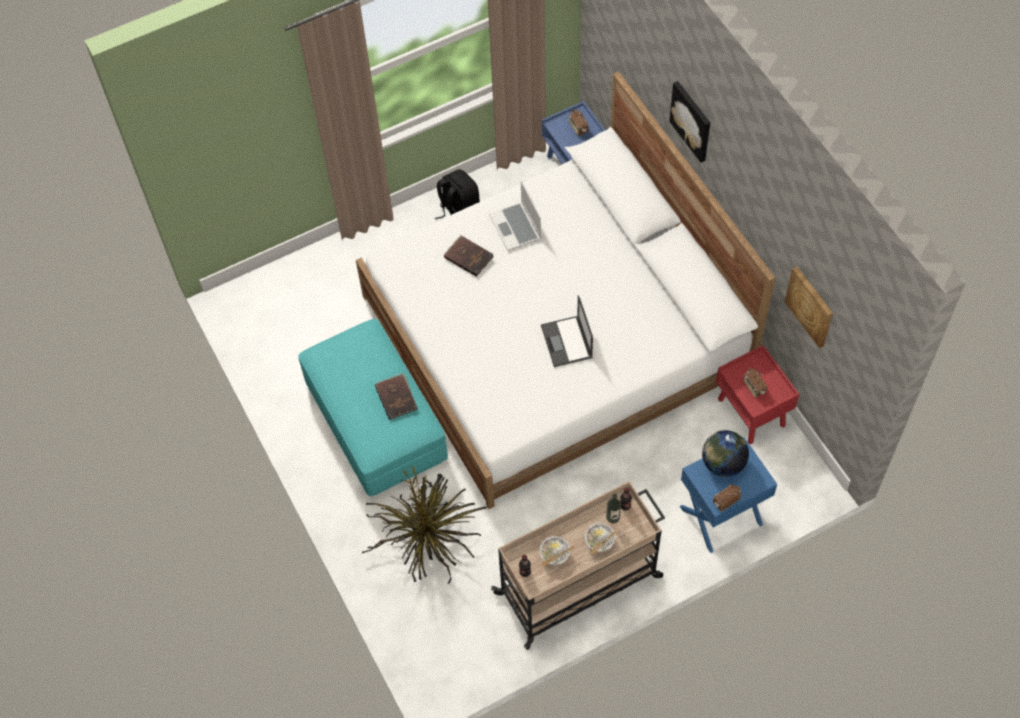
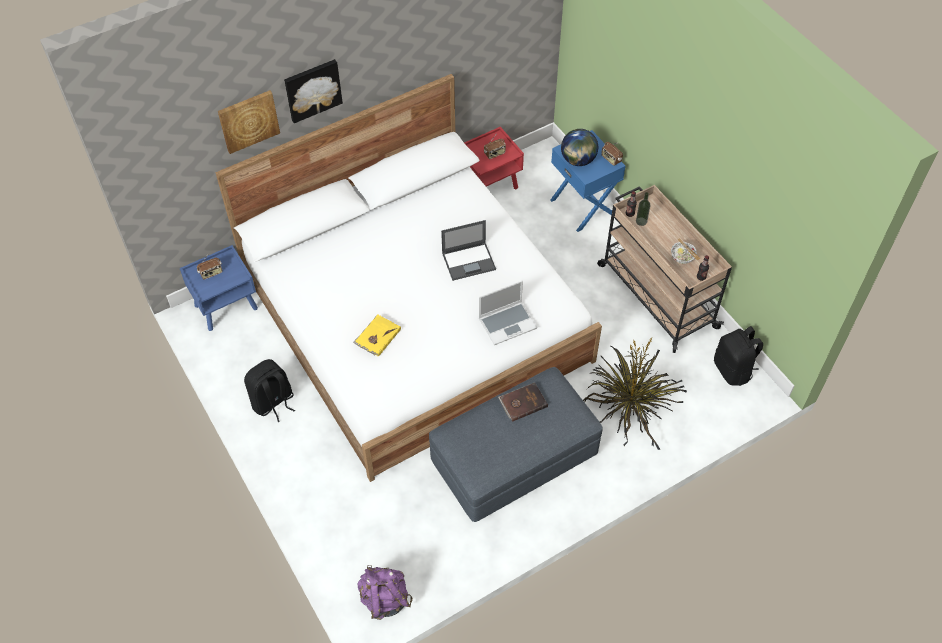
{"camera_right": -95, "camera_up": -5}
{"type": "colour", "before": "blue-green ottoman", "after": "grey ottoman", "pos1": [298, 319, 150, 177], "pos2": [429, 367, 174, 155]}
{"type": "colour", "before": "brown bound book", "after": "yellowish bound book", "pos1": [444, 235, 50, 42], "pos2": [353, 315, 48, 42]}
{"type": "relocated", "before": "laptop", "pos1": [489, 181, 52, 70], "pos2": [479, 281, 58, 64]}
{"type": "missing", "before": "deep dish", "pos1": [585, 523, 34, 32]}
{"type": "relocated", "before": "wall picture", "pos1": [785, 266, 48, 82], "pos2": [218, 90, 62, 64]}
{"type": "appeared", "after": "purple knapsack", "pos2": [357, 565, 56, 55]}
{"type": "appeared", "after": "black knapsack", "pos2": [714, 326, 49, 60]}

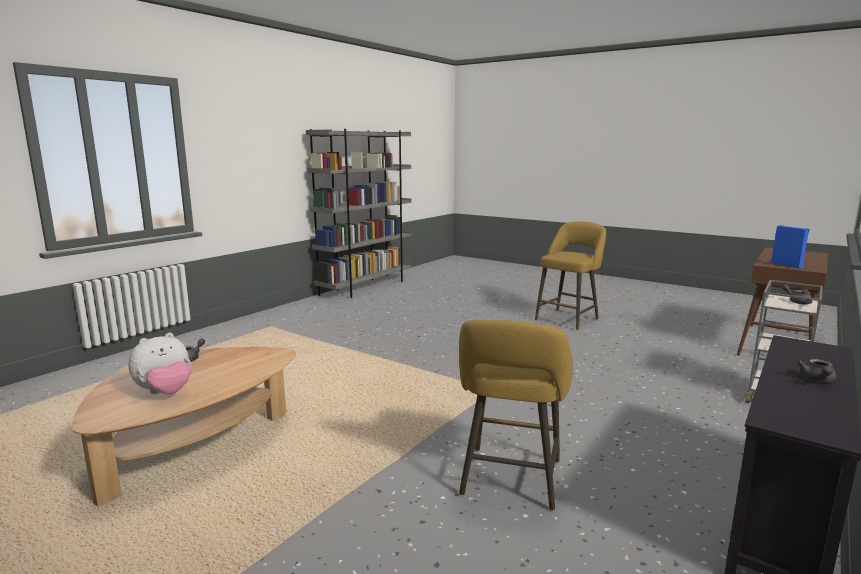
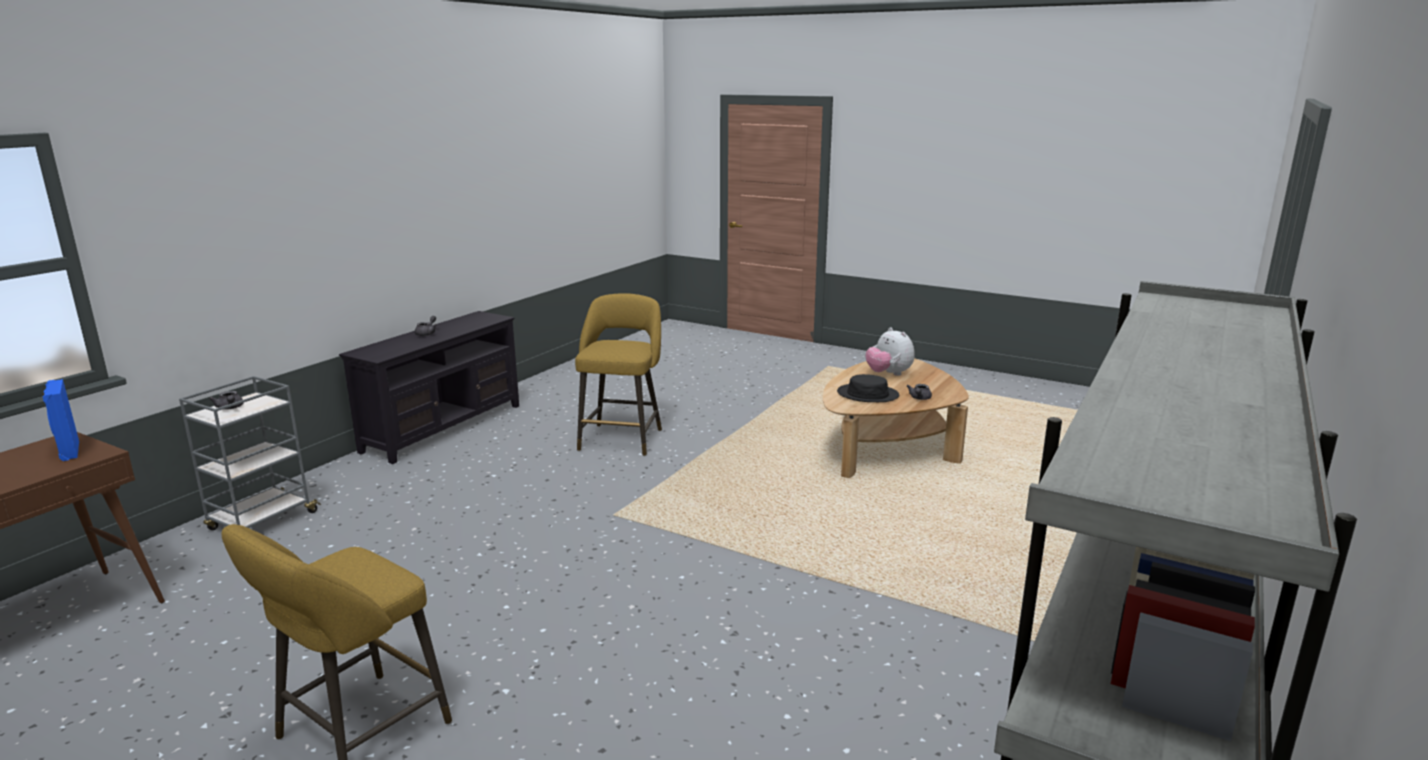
{"camera_right": 175, "camera_up": 5}
{"type": "spun", "before": "plush toy", "pos1": [128, 333, 63, 61], "pos2": [866, 327, 49, 49], "turn": -75}
{"type": "appeared", "after": "black hat", "pos2": [837, 374, 62, 28]}

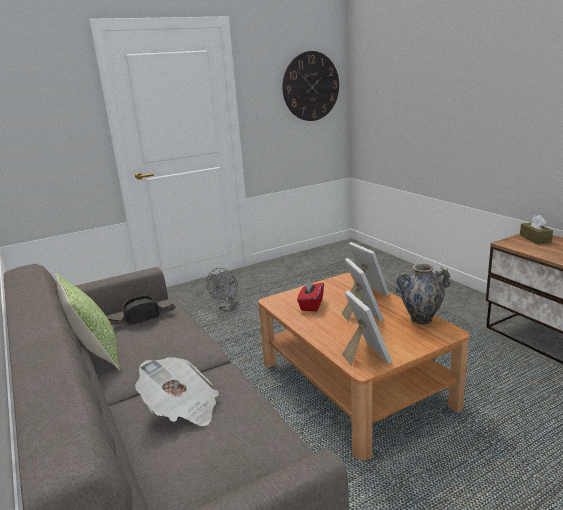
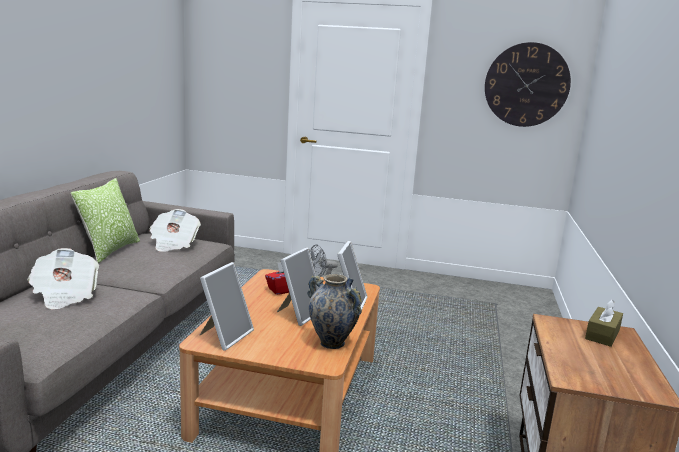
{"camera_right": 40, "camera_up": -5}
{"type": "exchanged", "before": "black hat", "after": "newspaper", "pos1": [108, 296, 68, 31], "pos2": [149, 209, 52, 43]}

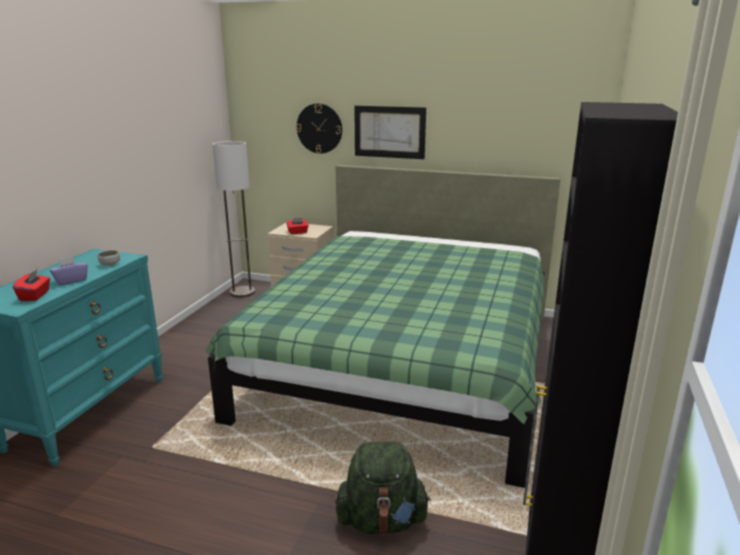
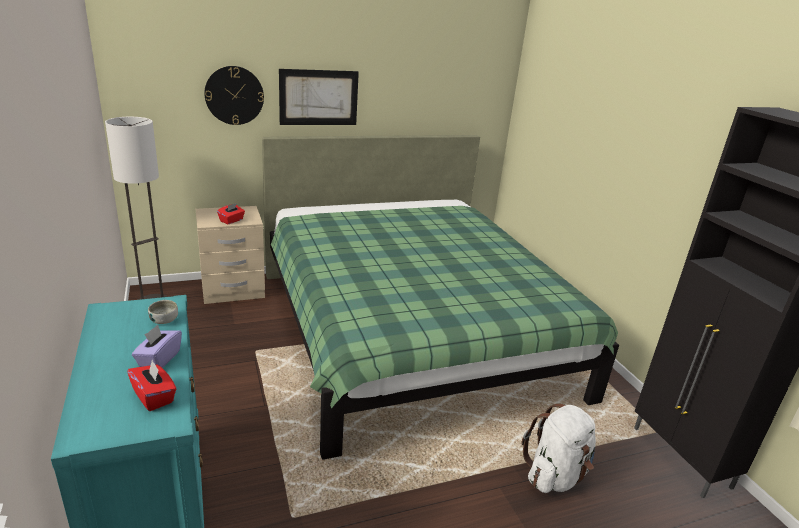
{"camera_right": -40, "camera_up": 5}
{"type": "colour", "before": "green knapsack", "after": "white knapsack", "pos1": [335, 441, 96, 94], "pos2": [521, 404, 75, 89]}

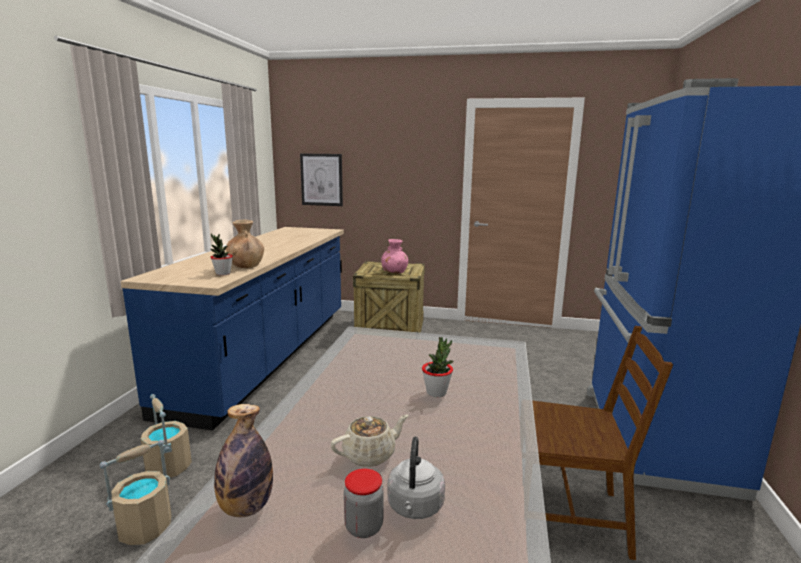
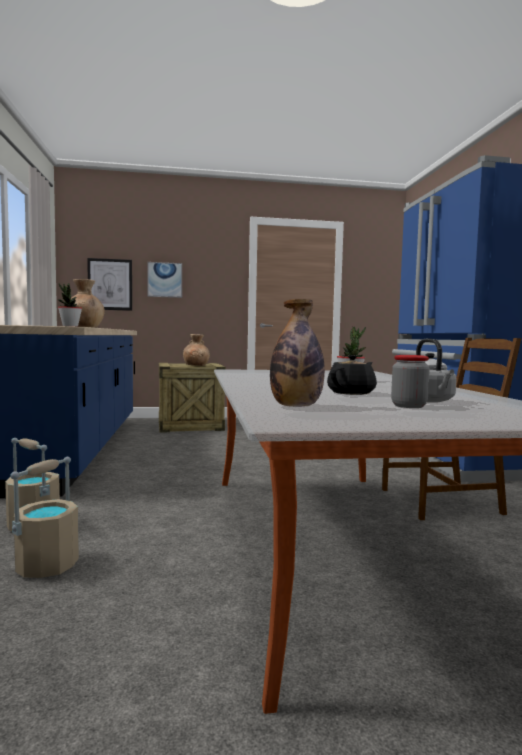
{"camera_right": -20, "camera_up": -10}
{"type": "colour", "before": "sand-coloured pot for tea", "after": "black pot for tea", "pos1": [331, 415, 78, 52], "pos2": [327, 355, 50, 40]}
{"type": "colour", "before": "pinkish vase", "after": "brown vase", "pos1": [381, 239, 27, 34], "pos2": [183, 334, 27, 32]}
{"type": "appeared", "after": "wall picture", "pos2": [147, 262, 35, 36]}

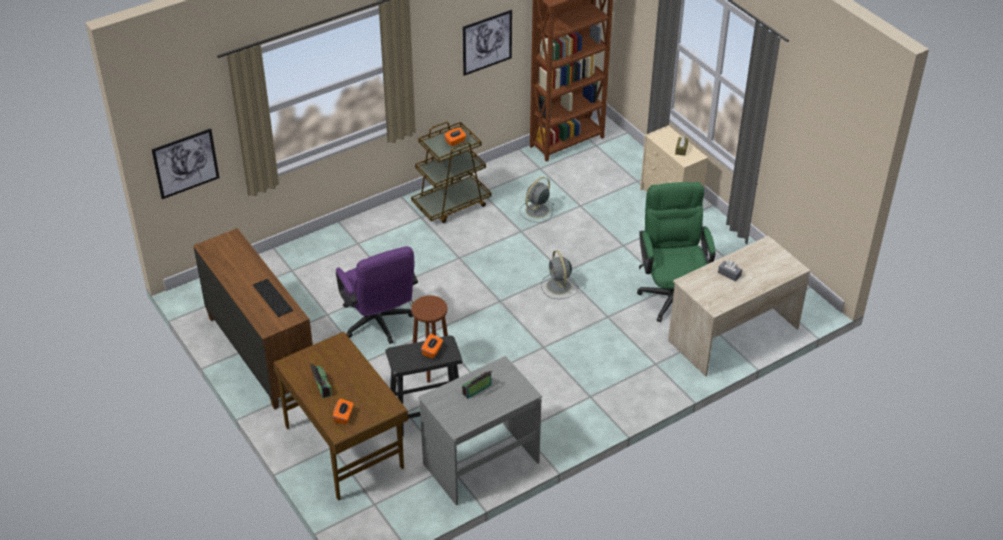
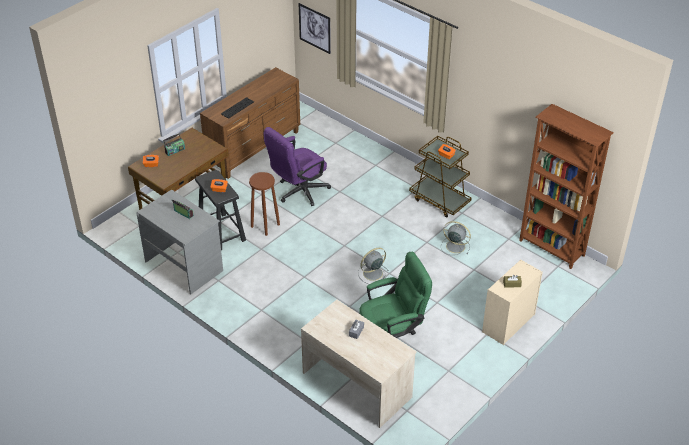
{"camera_right": 75, "camera_up": 0}
{"type": "missing", "before": "wall picture", "pos1": [462, 10, 50, 66]}

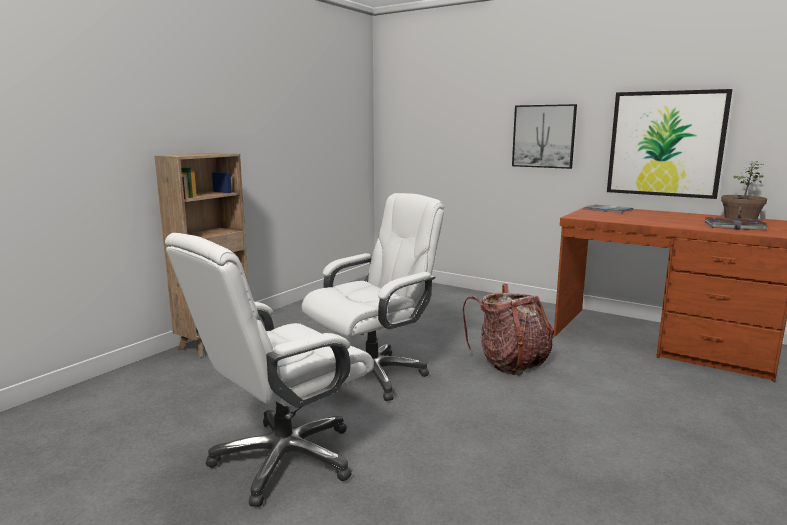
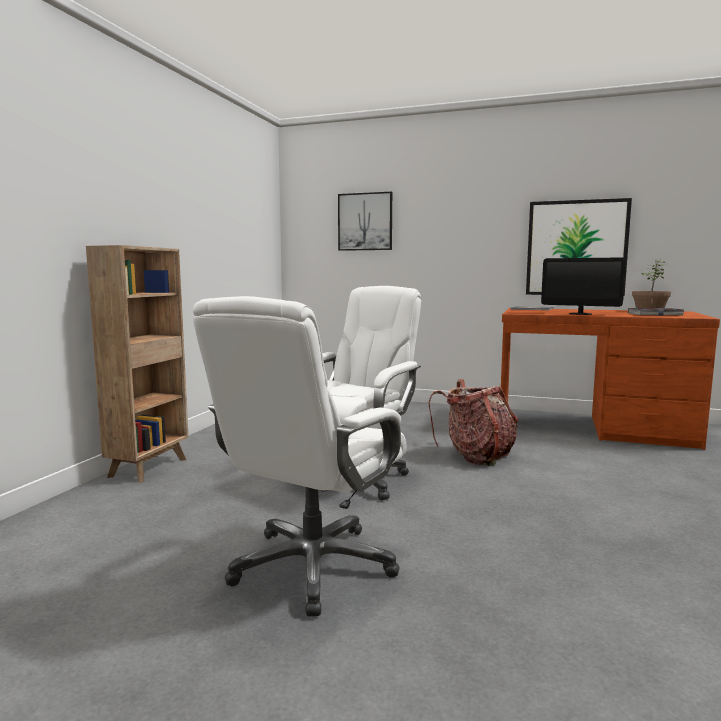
{"camera_right": -15, "camera_up": -5}
{"type": "relocated", "before": "wall picture", "pos1": [512, 104, 65, 65], "pos2": [338, 192, 54, 59]}
{"type": "appeared", "after": "computer display", "pos2": [541, 257, 85, 58]}

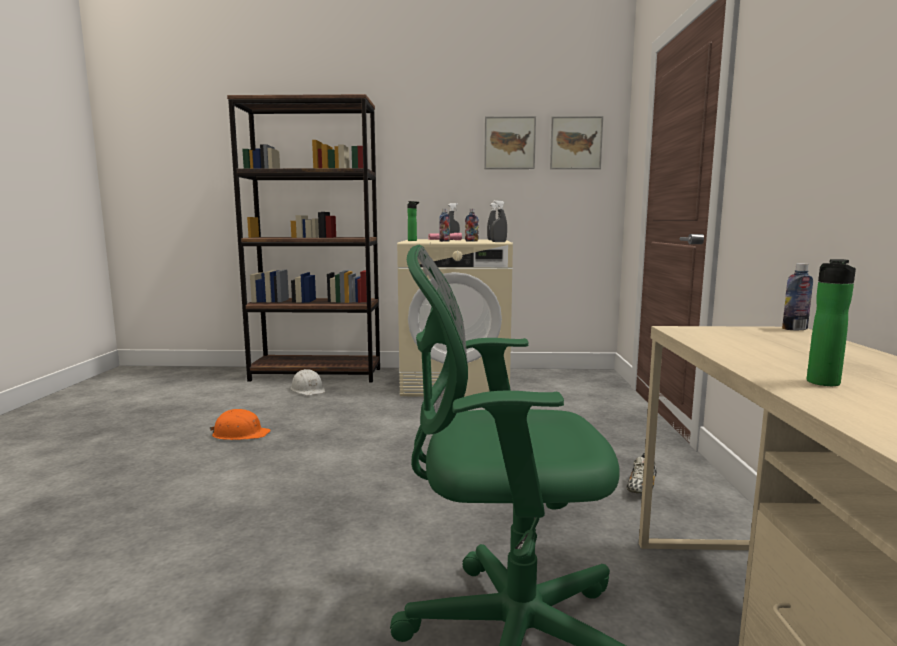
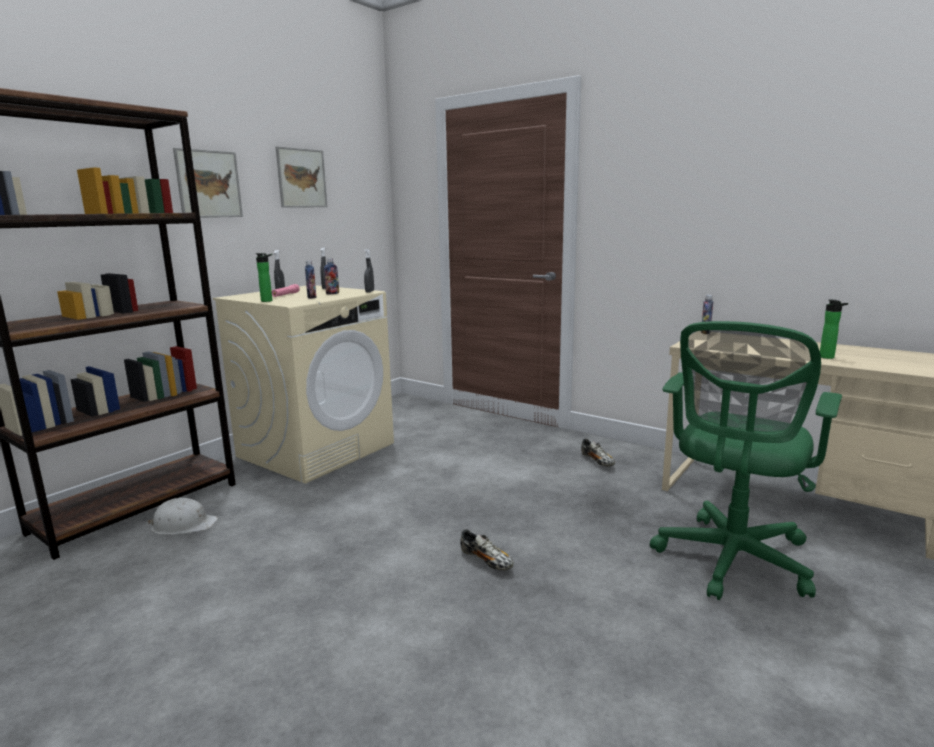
{"camera_right": -55, "camera_up": 5}
{"type": "missing", "before": "orangey work helmet", "pos1": [209, 409, 62, 31]}
{"type": "relocated", "before": "wall picture", "pos1": [550, 116, 53, 53], "pos2": [173, 148, 70, 70]}
{"type": "appeared", "after": "item of footwear", "pos2": [460, 529, 54, 41]}

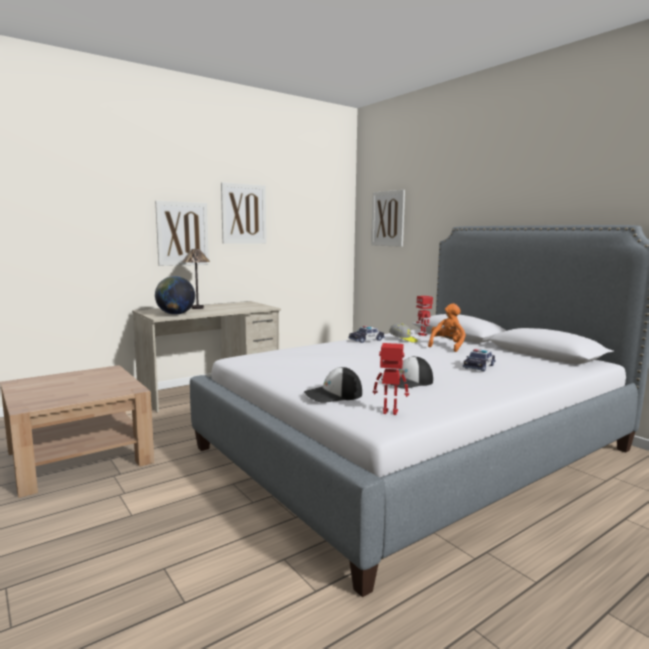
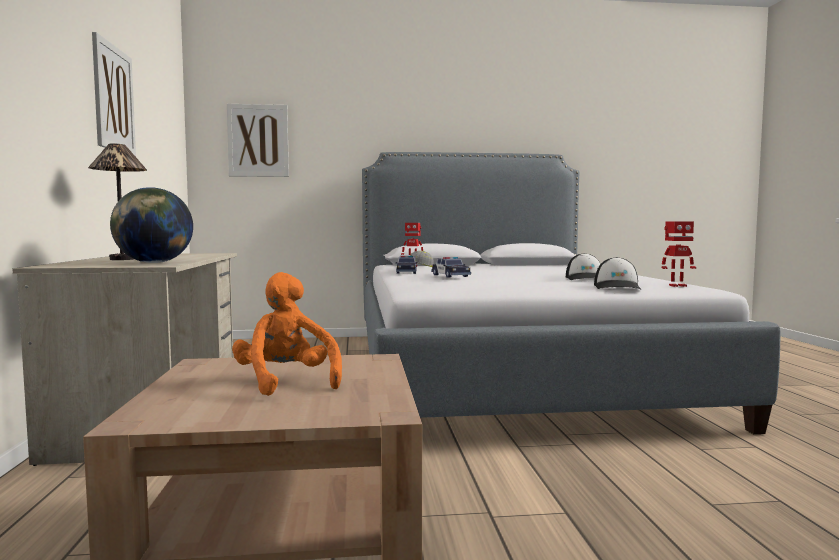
{"camera_right": -60, "camera_up": -5}
{"type": "missing", "before": "wall picture", "pos1": [155, 201, 54, 65]}
{"type": "spun", "before": "model robot", "pos1": [373, 343, 36, 72], "pos2": [662, 221, 34, 66], "turn": -135}
{"type": "relocated", "before": "orangey plush toy", "pos1": [428, 303, 38, 49], "pos2": [232, 272, 110, 124]}
{"type": "relocated", "before": "model car", "pos1": [463, 349, 32, 22], "pos2": [431, 257, 40, 21]}

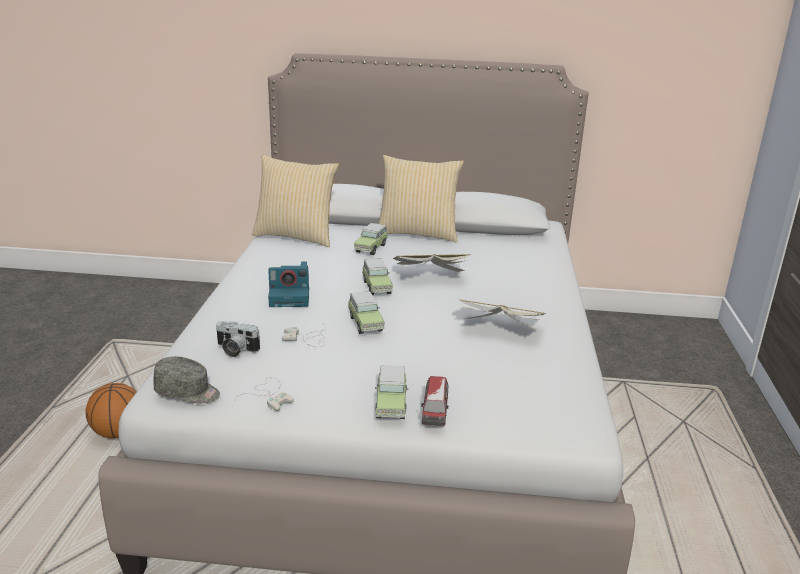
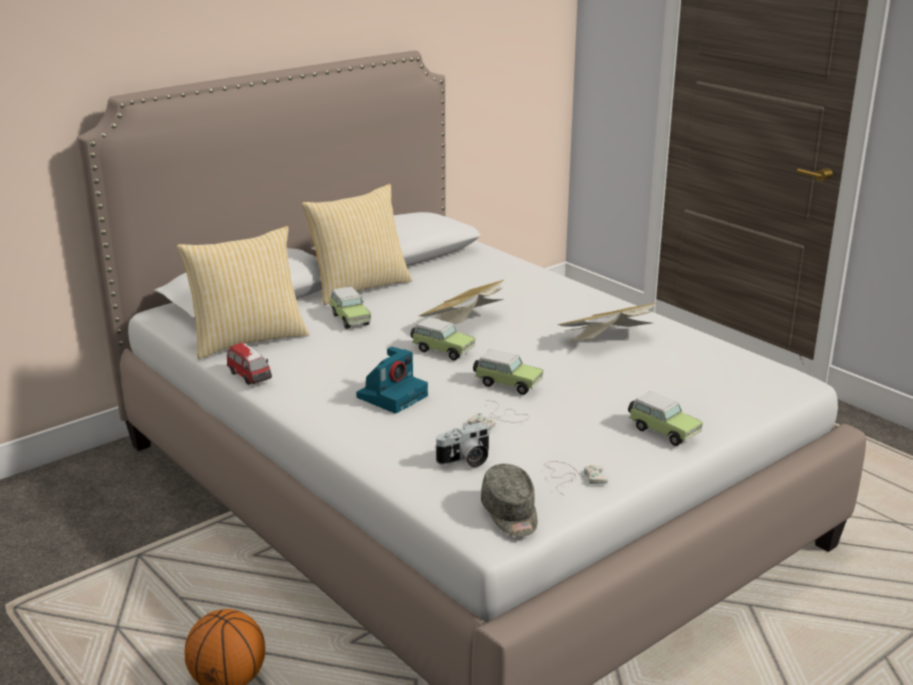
{"camera_right": -45, "camera_up": 0}
{"type": "spun", "before": "grey peaked cap", "pos1": [153, 356, 67, 47], "pos2": [481, 464, 56, 73], "turn": 105}
{"type": "relocated", "before": "model car", "pos1": [421, 376, 27, 50], "pos2": [227, 343, 45, 42]}

